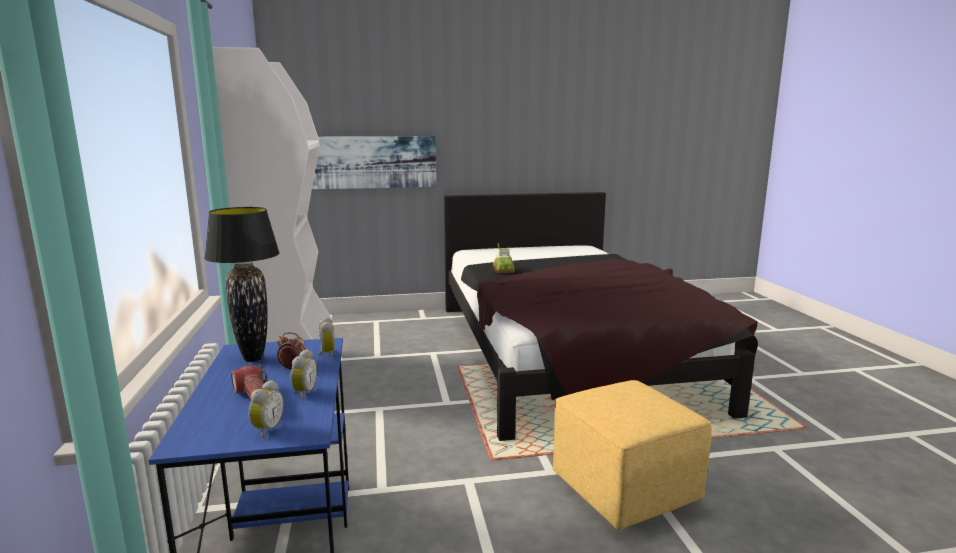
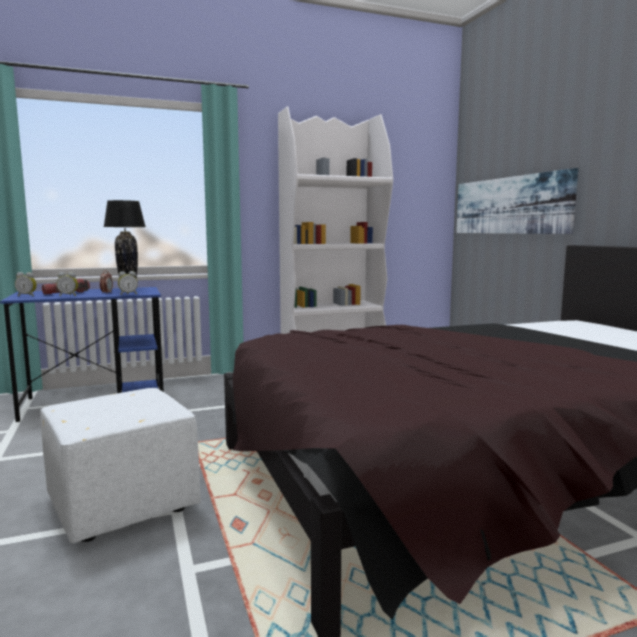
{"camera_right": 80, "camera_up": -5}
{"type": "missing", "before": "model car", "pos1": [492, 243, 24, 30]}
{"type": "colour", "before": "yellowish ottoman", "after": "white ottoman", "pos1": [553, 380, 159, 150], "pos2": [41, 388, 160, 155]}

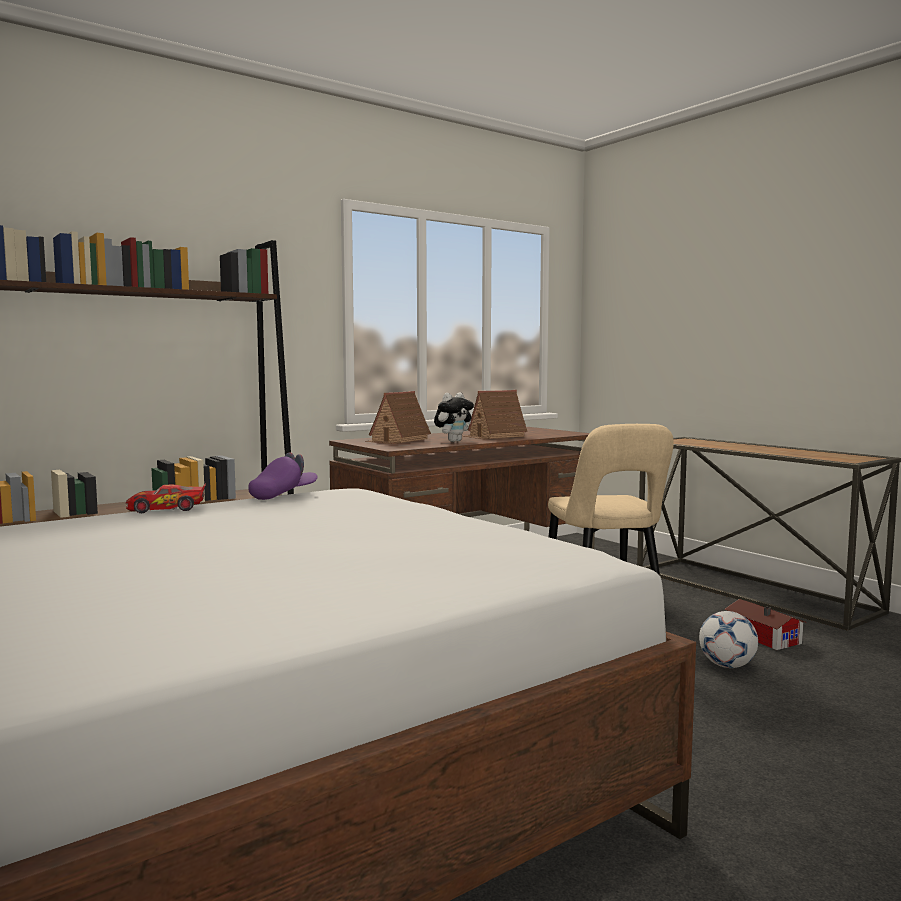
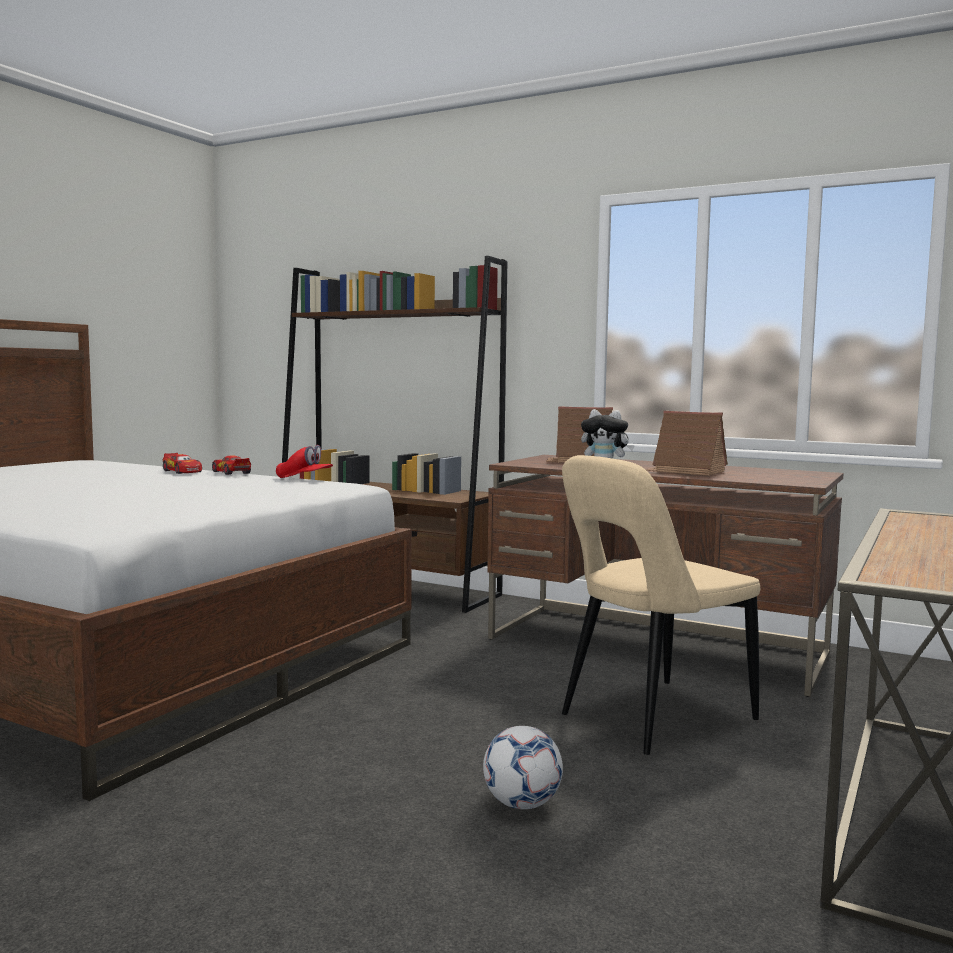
{"camera_right": 65, "camera_up": 0}
{"type": "colour", "before": "purple peaked cap", "after": "reddish peaked cap", "pos1": [248, 453, 69, 47], "pos2": [276, 445, 57, 33]}
{"type": "missing", "before": "toy house", "pos1": [724, 599, 83, 51]}
{"type": "appeared", "after": "model car", "pos2": [163, 453, 39, 21]}

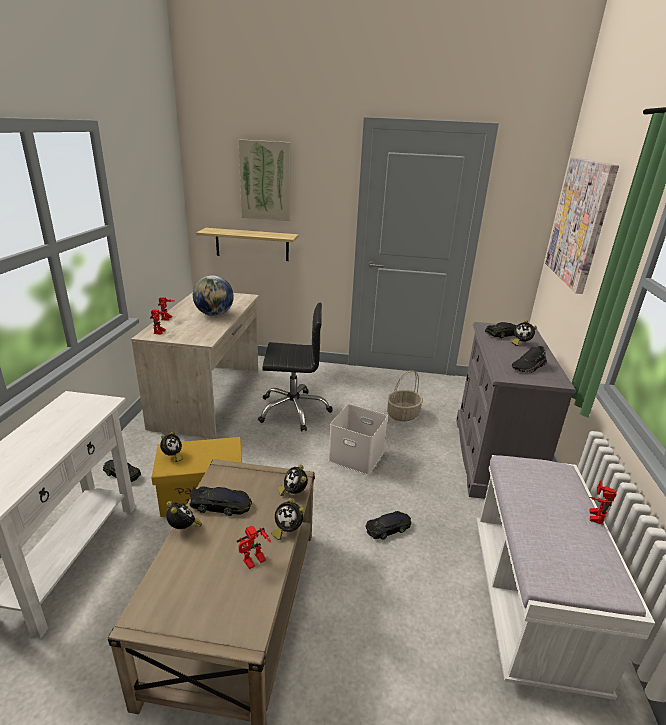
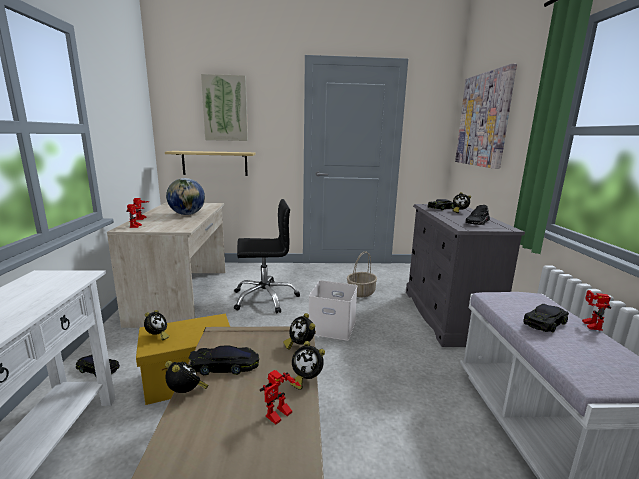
{"camera_right": -10, "camera_up": -10}
{"type": "relocated", "before": "black model car", "pos1": [365, 511, 46, 29], "pos2": [524, 304, 45, 28]}

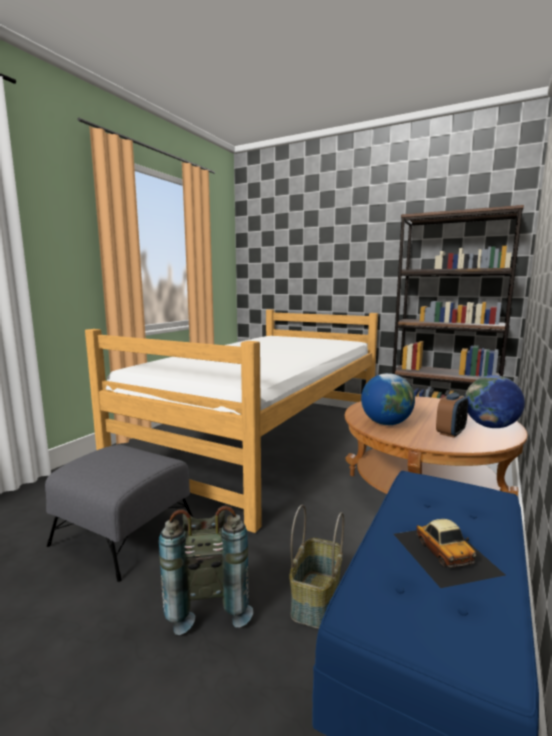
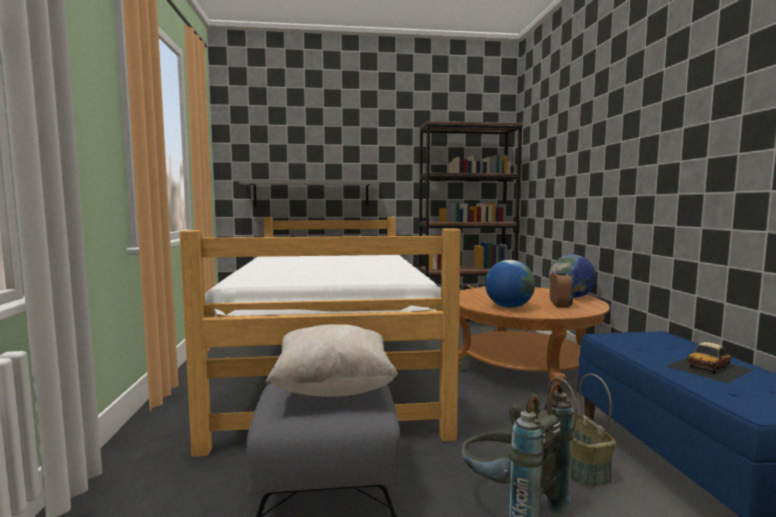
{"camera_right": -35, "camera_up": -5}
{"type": "spun", "before": "model car", "pos1": [394, 519, 111, 69], "pos2": [666, 342, 88, 41], "turn": 105}
{"type": "appeared", "after": "grey shelf", "pos2": [238, 179, 142, 28]}
{"type": "appeared", "after": "sand-coloured pillow", "pos2": [266, 324, 132, 73]}

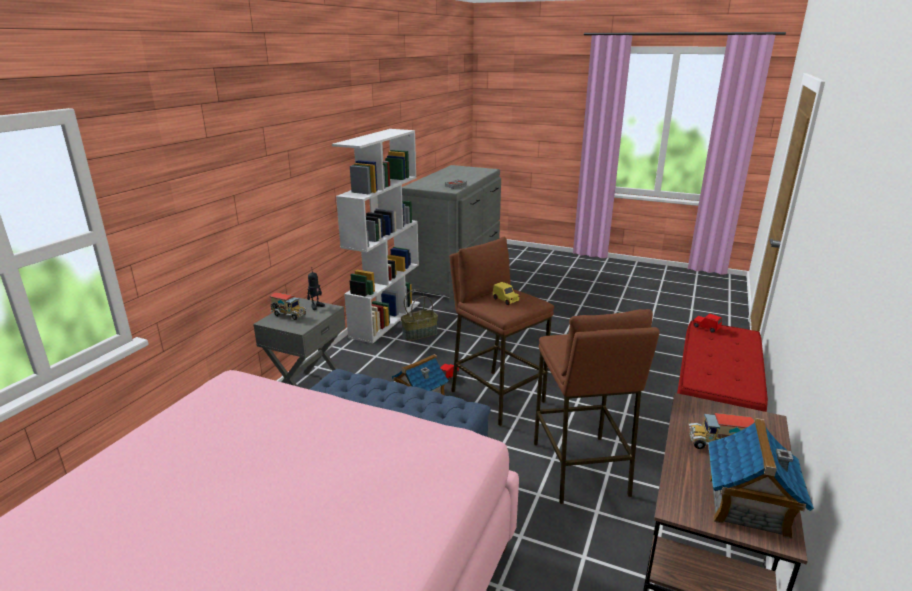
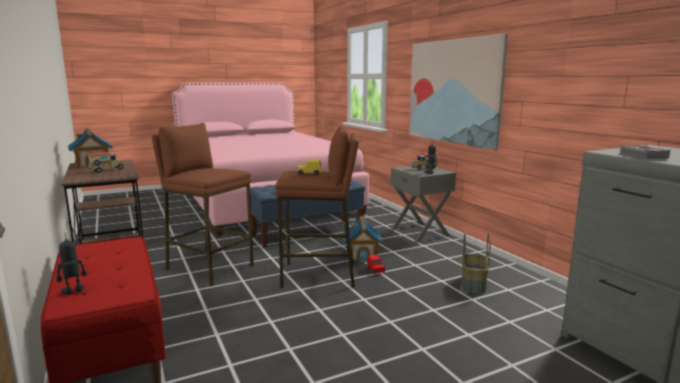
{"camera_right": 130, "camera_up": -10}
{"type": "missing", "before": "white bookshelf", "pos1": [332, 129, 88, 215]}
{"type": "missing", "before": "reddish model car", "pos1": [693, 314, 29, 19]}
{"type": "appeared", "after": "model robot", "pos2": [56, 233, 31, 62]}
{"type": "appeared", "after": "wall picture", "pos2": [409, 33, 99, 118]}

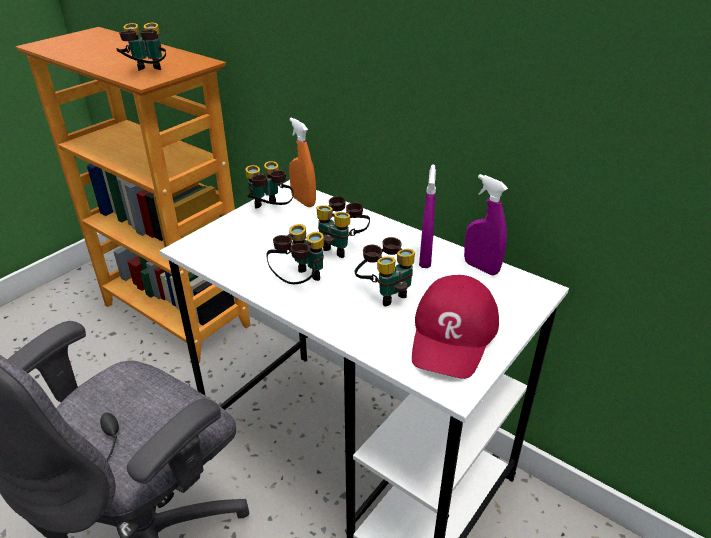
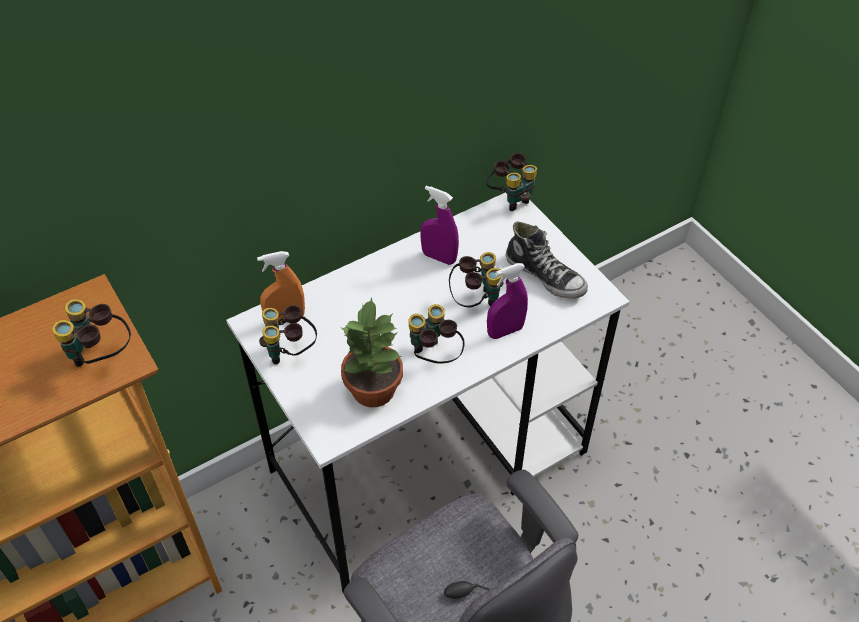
{"camera_right": -70, "camera_up": 15}
{"type": "relocated", "before": "field glasses", "pos1": [317, 196, 53, 62], "pos2": [486, 153, 51, 58]}
{"type": "exchanged", "before": "reddish peaked cap", "after": "item of footwear", "pos1": [412, 275, 87, 104], "pos2": [506, 222, 82, 77]}
{"type": "relocated", "before": "purple spray bottle", "pos1": [464, 174, 44, 102], "pos2": [487, 263, 41, 76]}
{"type": "appeared", "after": "houseplant", "pos2": [340, 298, 63, 109]}

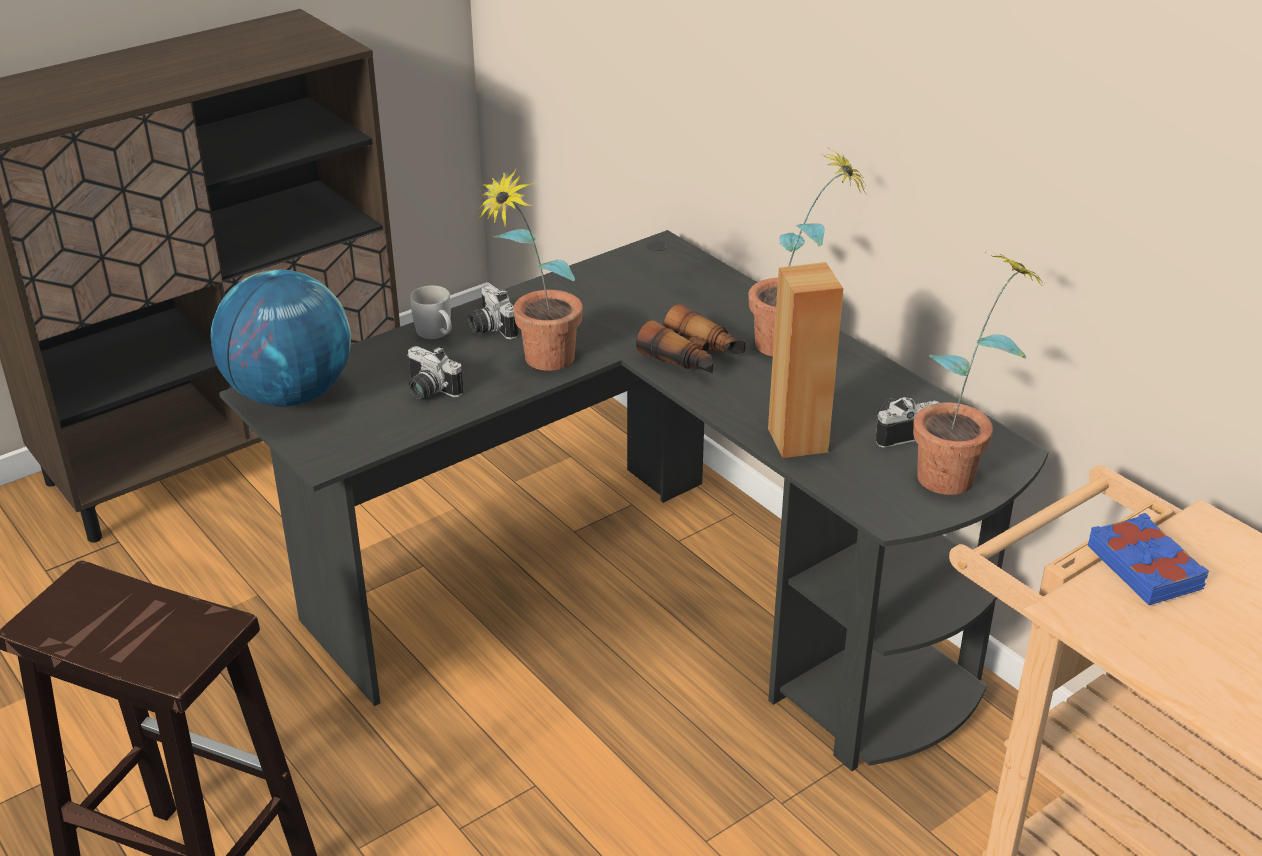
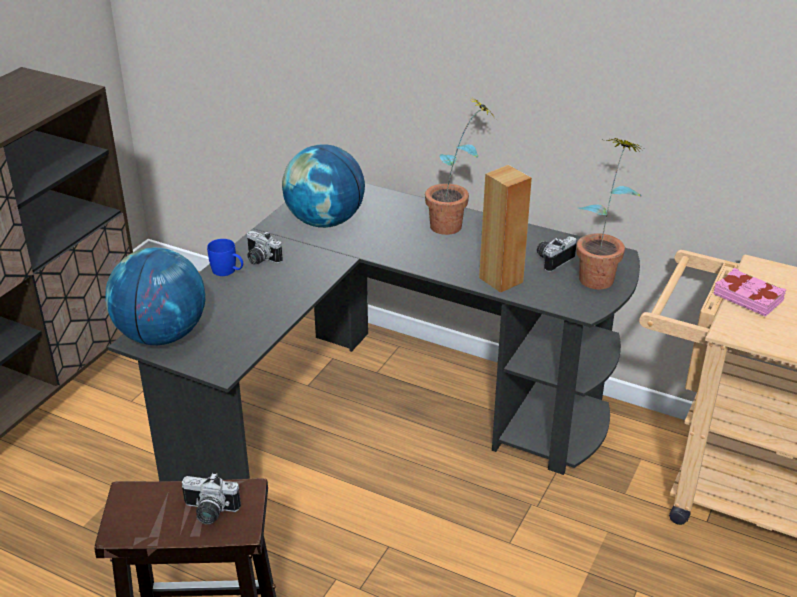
{"camera_right": -25, "camera_up": 0}
{"type": "relocated", "before": "photo camera", "pos1": [407, 346, 56, 53], "pos2": [182, 473, 59, 52]}
{"type": "colour", "before": "white coffee mug", "after": "blue-coloured coffee mug", "pos1": [410, 286, 42, 53], "pos2": [207, 239, 36, 37]}
{"type": "missing", "before": "houseplant", "pos1": [478, 167, 105, 204]}
{"type": "missing", "before": "field glasses", "pos1": [636, 304, 109, 70]}
{"type": "colour", "before": "blue-coloured bound book", "after": "pinkish bound book", "pos1": [1088, 513, 121, 92], "pos2": [713, 268, 74, 49]}
{"type": "appeared", "after": "world globe", "pos2": [282, 144, 83, 84]}

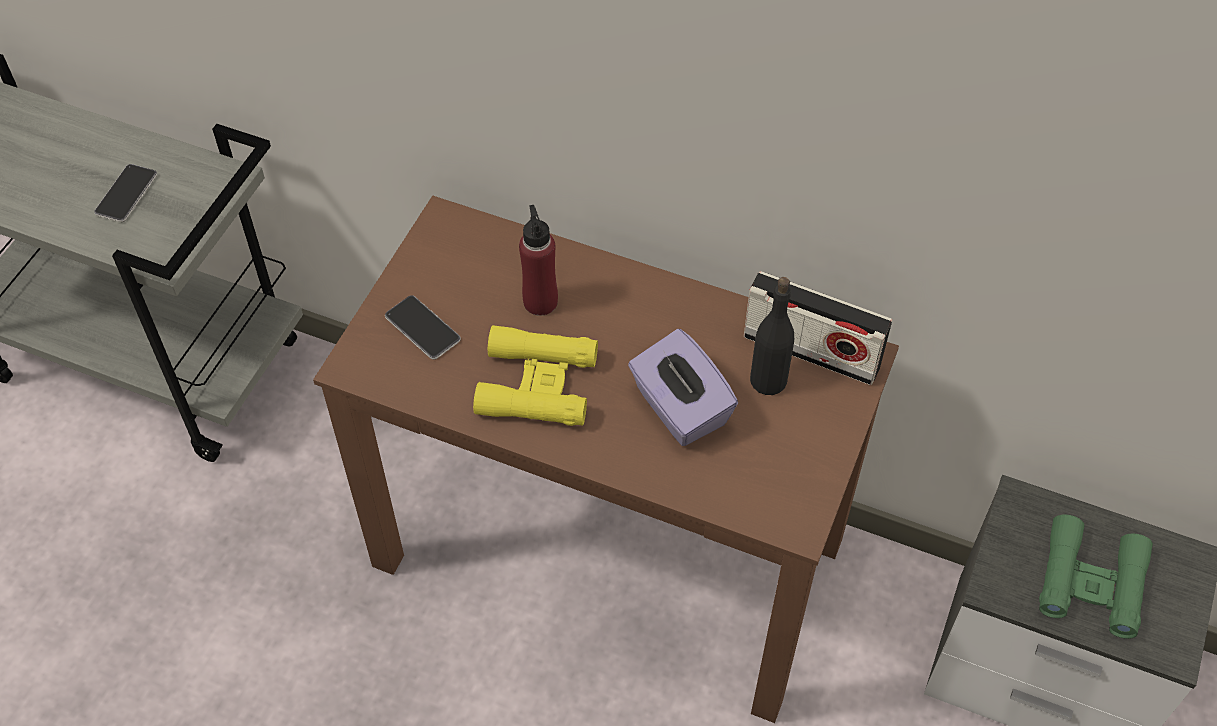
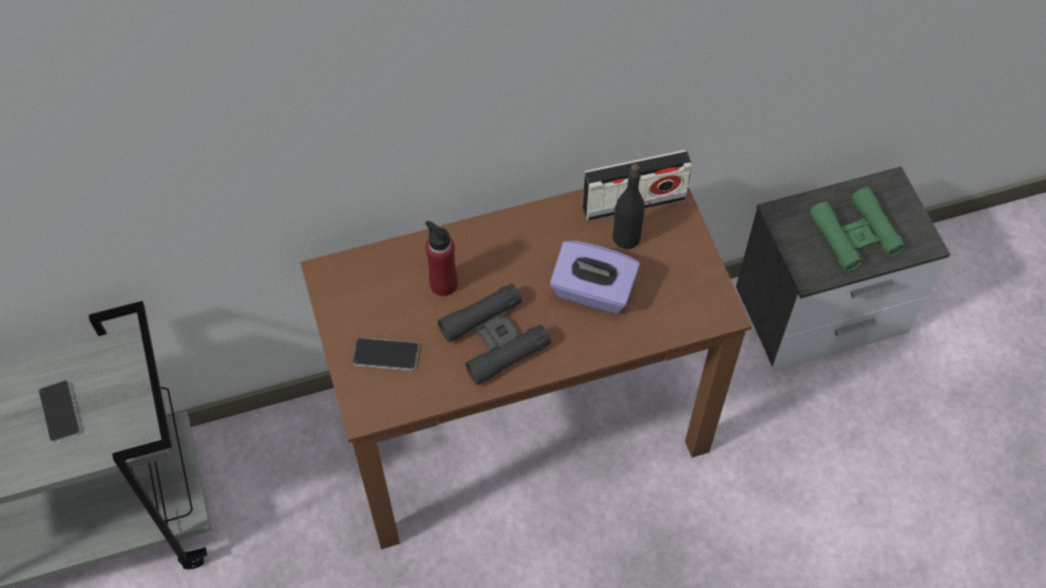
{"camera_right": -40, "camera_up": 5}
{"type": "colour", "before": "yellowish field glasses", "after": "black field glasses", "pos1": [473, 325, 125, 101], "pos2": [438, 284, 113, 101]}

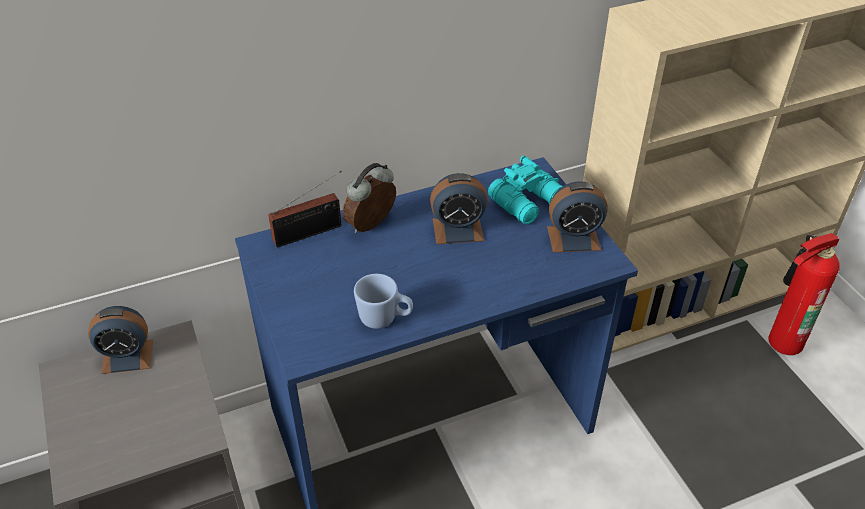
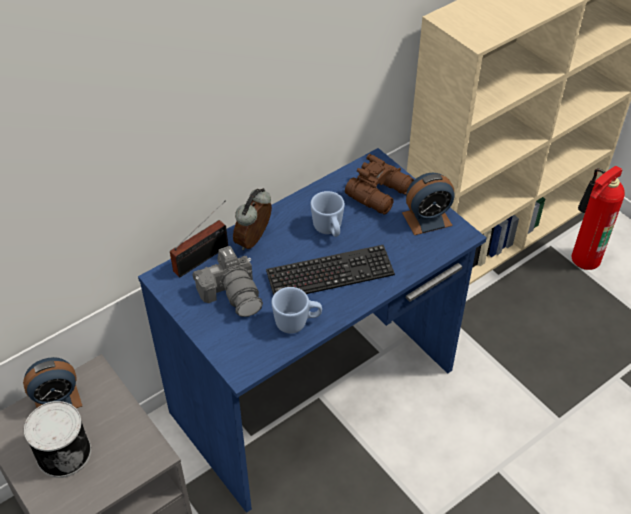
{"camera_right": -15, "camera_up": 5}
{"type": "exchanged", "before": "table clock", "after": "blue-coloured coffee mug", "pos1": [430, 173, 58, 71], "pos2": [310, 191, 35, 46]}
{"type": "colour", "before": "blue-green field glasses", "after": "brown field glasses", "pos1": [488, 155, 75, 69], "pos2": [345, 154, 69, 60]}
{"type": "appeared", "after": "metal can", "pos2": [24, 401, 67, 77]}
{"type": "appeared", "after": "photo camera", "pos2": [192, 246, 71, 71]}
{"type": "appeared", "after": "computer keyboard", "pos2": [266, 245, 129, 50]}

